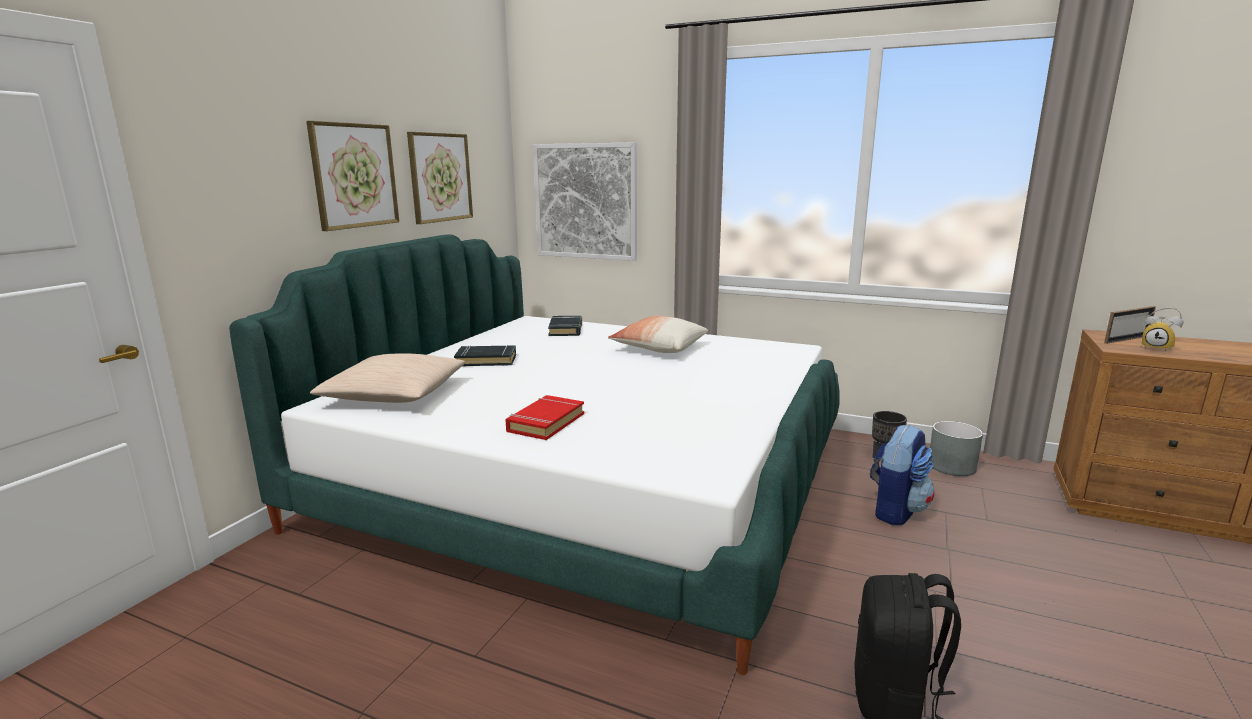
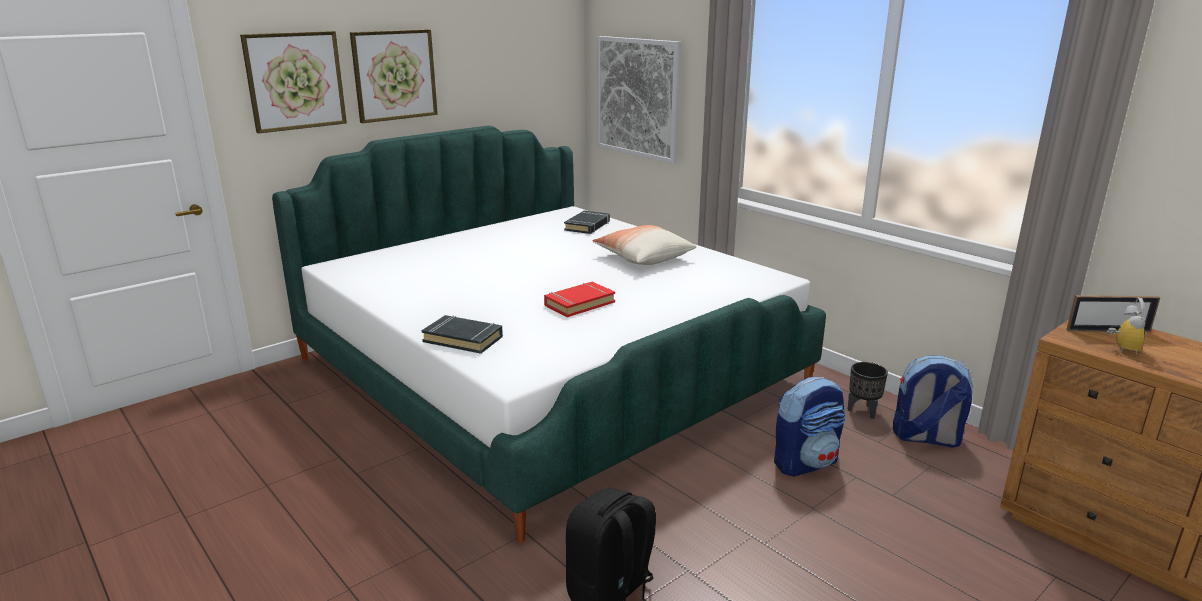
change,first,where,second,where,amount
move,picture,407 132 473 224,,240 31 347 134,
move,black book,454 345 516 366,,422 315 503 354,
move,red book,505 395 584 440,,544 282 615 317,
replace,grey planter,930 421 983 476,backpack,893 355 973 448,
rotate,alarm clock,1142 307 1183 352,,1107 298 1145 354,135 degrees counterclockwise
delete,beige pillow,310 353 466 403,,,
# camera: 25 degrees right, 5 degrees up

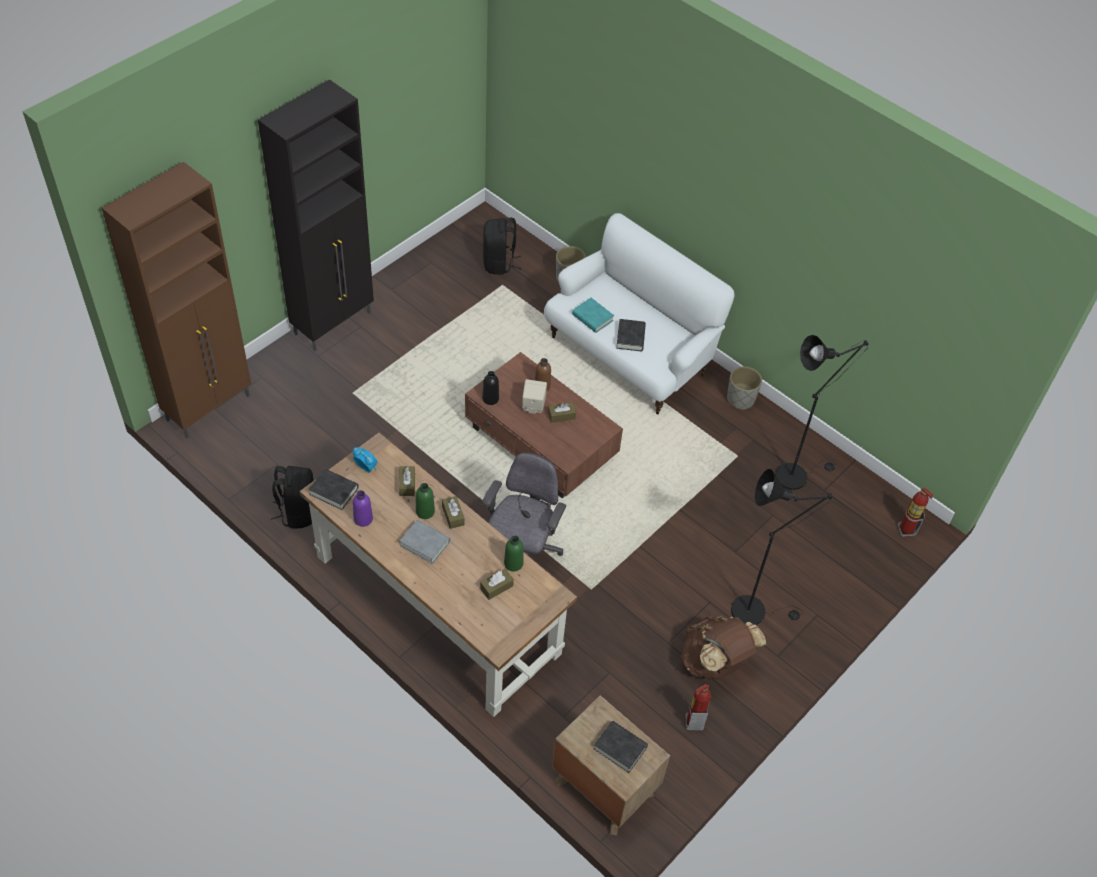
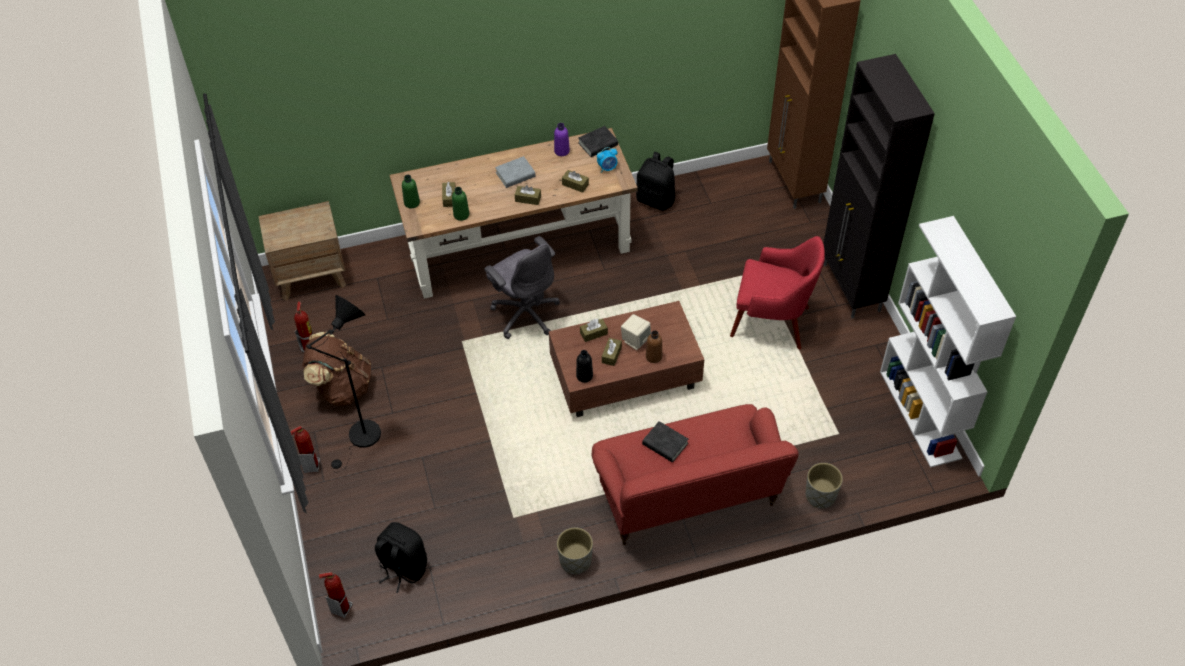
change,first,where,second,where,amount
insert,,,fire extinguisher,290 426 320 473,
move,black backpack,483 218 521 275,,375 522 427 593,
move,green bottle,416 483 435 519,,402 175 420 208,
move,black bottle,482 371 499 405,,576 350 593 383,
insert,,,brown tissue box,580 319 608 342,
recolor,white sofa,544 213 735 414,red sofa,592 404 799 545,
insert,,,red armchair,730 236 825 350,
insert,,,white bookcase,880 216 1016 468,
delete,turquoise book,572 298 614 333,,,
delete,black book,594 721 648 773,,,
delete,black floor lamp,775 335 868 490,,,
# camera: 125 degrees right, 0 degrees up

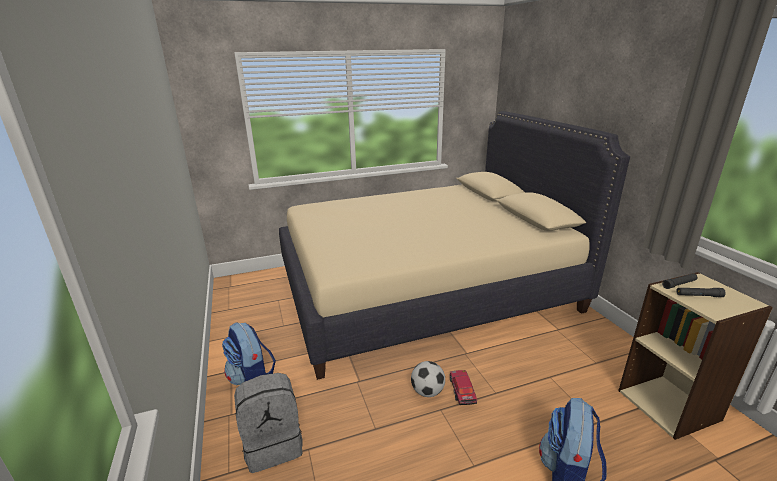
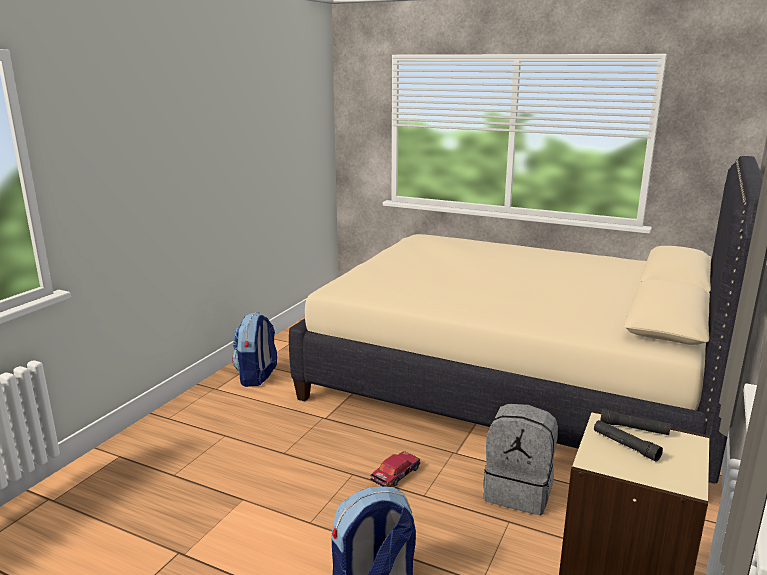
change,first,where,second,where,amount
move,grey backpack,234 373 303 473,,483 404 558 515,
delete,football,411 361 445 397,,,
# camera: 45 degrees right, 5 degrees down

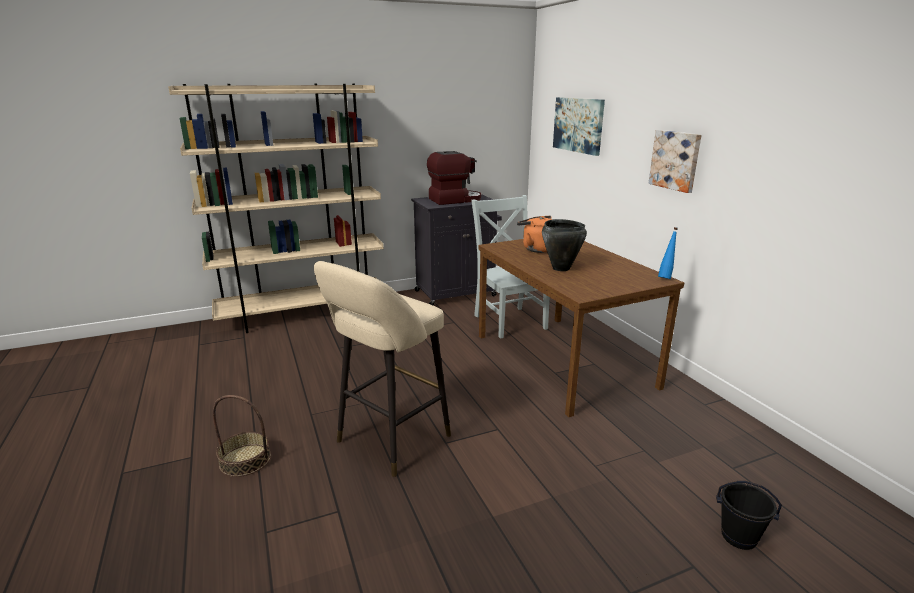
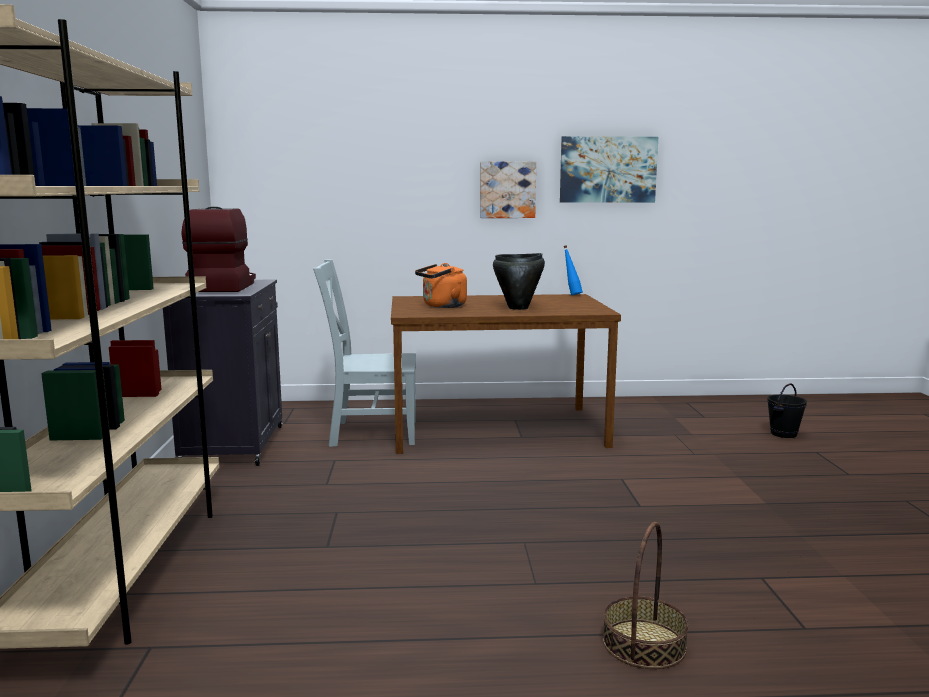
change,first,where,second,where,amount
move,picture,553 97 605 156,,560 136 658 202,
delete,beige stool,314 261 451 477,,,
# camera: 70 degrees left, 10 degrees down

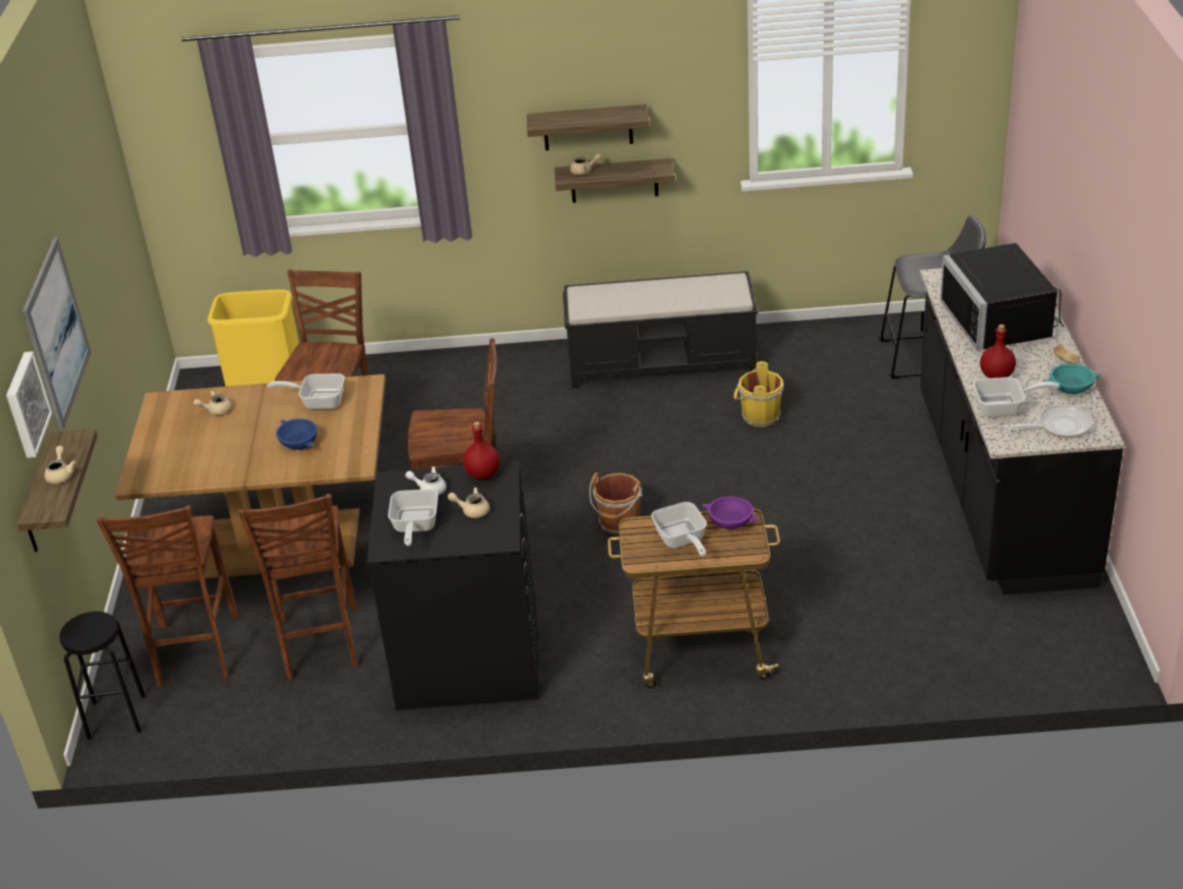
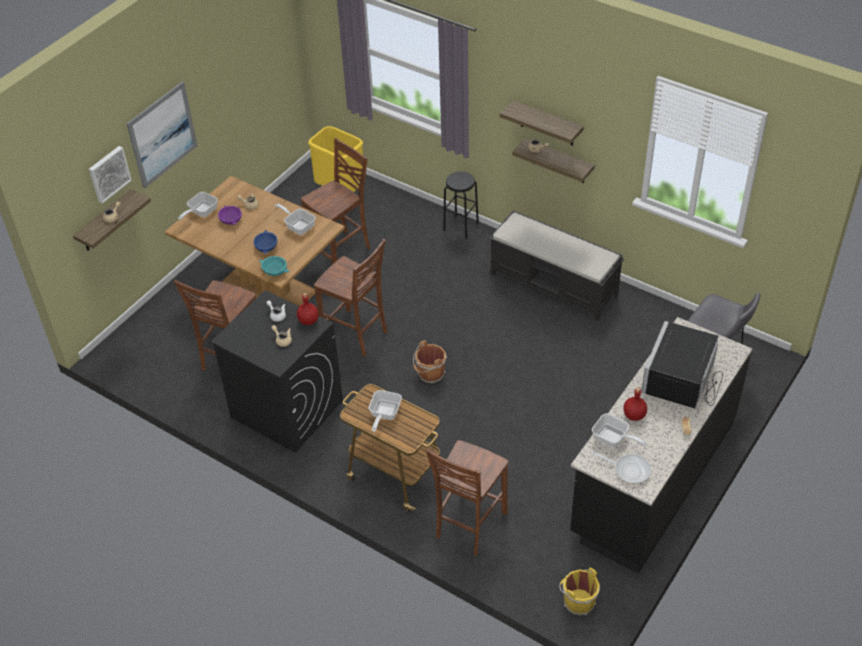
change,first,where,second,where,amount
move,frying pan,388 489 438 546,,178 192 218 220,
move,purple bowl,702 496 760 529,,218 205 242 225,
move,turquoise bowl,1043 364 1101 394,,259 256 289 276,
move,brown chair,97 505 238 687,,425 440 509 556,
move,black stool,59 611 146 740,,443 171 479 239,
move,yellow bucket,734 361 784 427,,560 568 600 616,
# camera: 35 degrees right, 10 degrees up

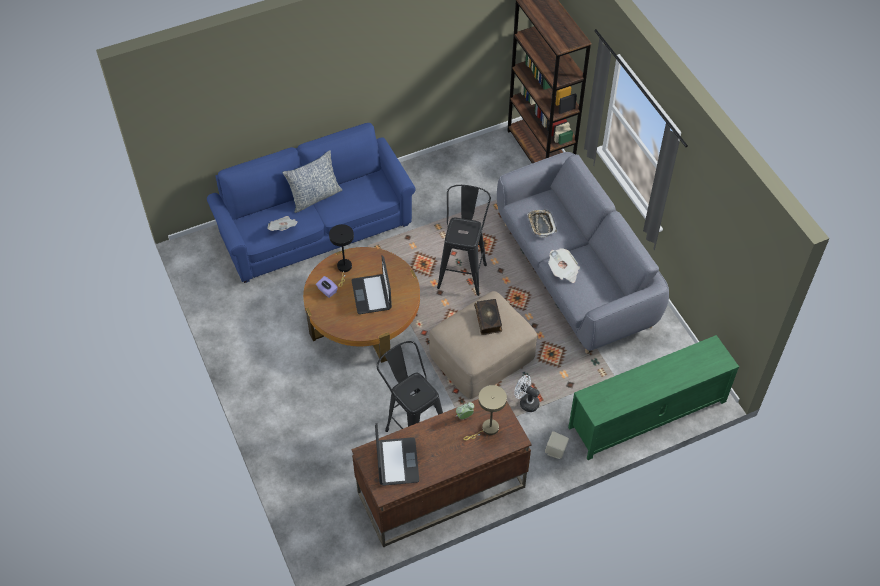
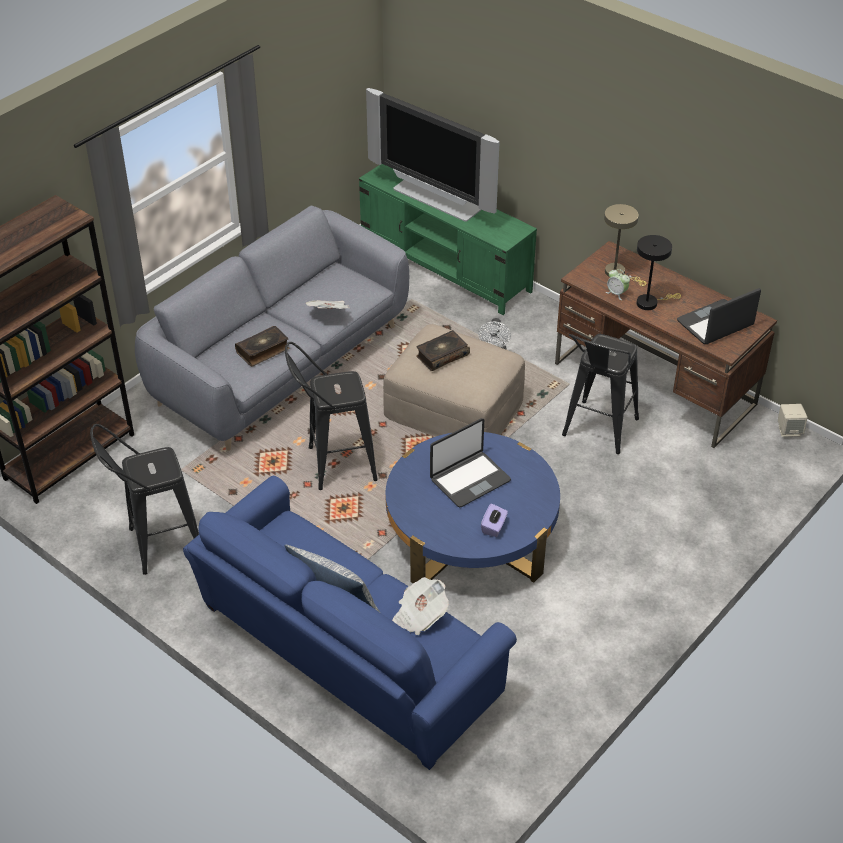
change,first,where,second,where,amount
insert,,,black stool,90 424 199 575,
replace,tray,527 210 557 238,book,235 326 289 367,
insert,,,television,366 88 500 222,
recolor,brown coffee table,303 247 420 363,blue coffee table,385 432 560 583,
move,black table lamp,329 224 354 287,,637 235 681 310,
move,beige speaker,545 431 569 459,,778 404 808 437,
# camera: 115 degrees left, 10 degrees down

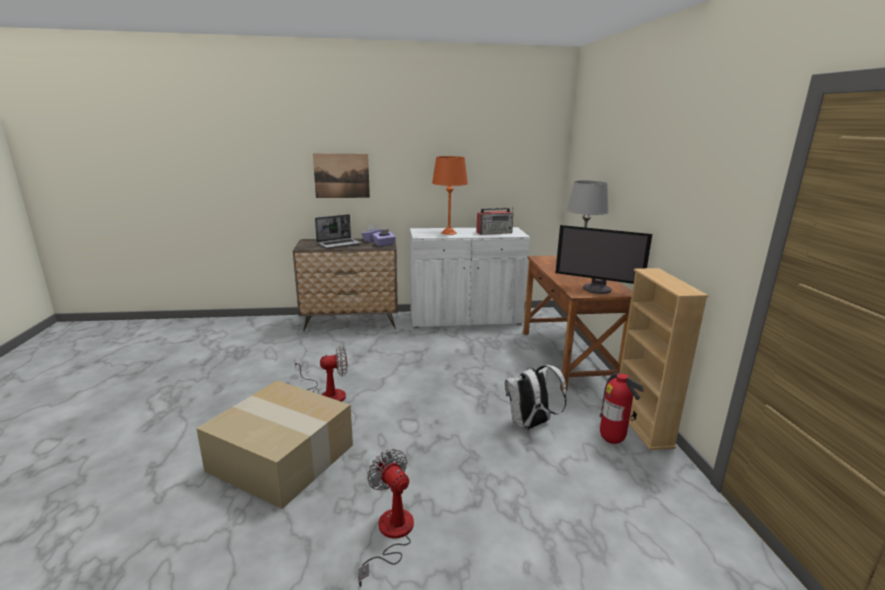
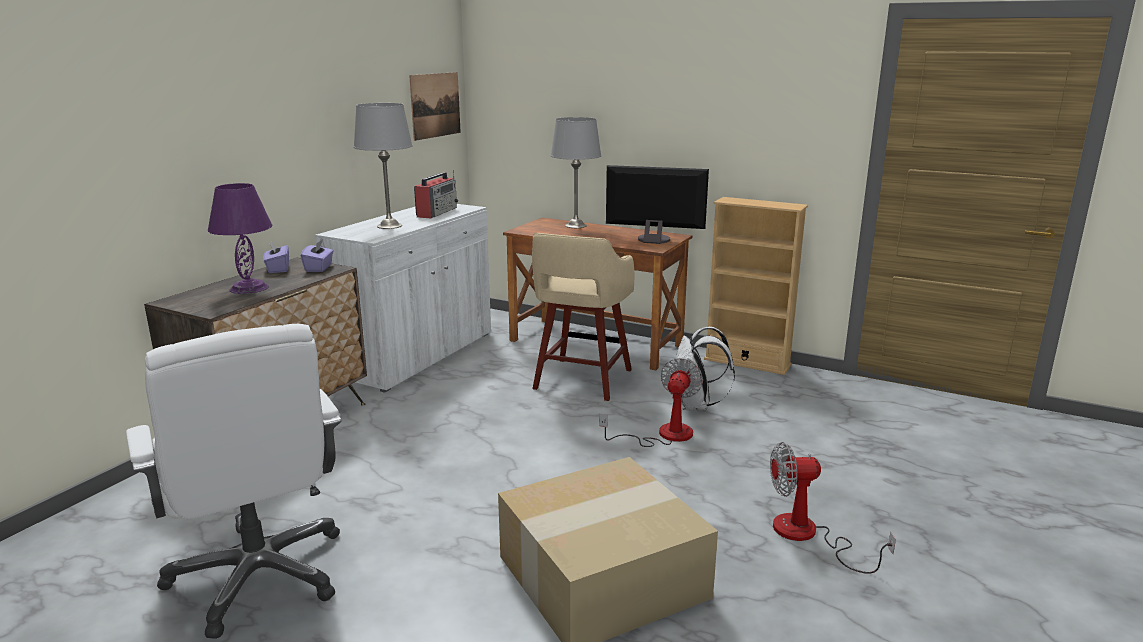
change,first,where,second,where,amount
insert,,,white office chair,126 324 342 639,
replace,laptop,315 214 361 249,purple table lamp,208 183 272 294,
recolor,orange table lamp,432 156 468 235,grey table lamp,353 103 413 229,
move,picture,313 153 370 198,,409 72 461 141,
insert,,,beige stool,532 233 634 401,
move,fan,294 346 347 402,,599 358 703 447,
rotate,monitor,555 225 652 294,,606 165 709 244,135 degrees counterclockwise
delete,fire extinguisher,600 372 644 444,,,
# camera: 55 degrees left, 0 degrees up

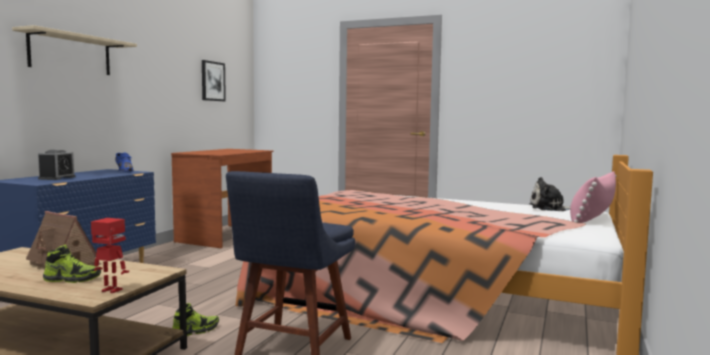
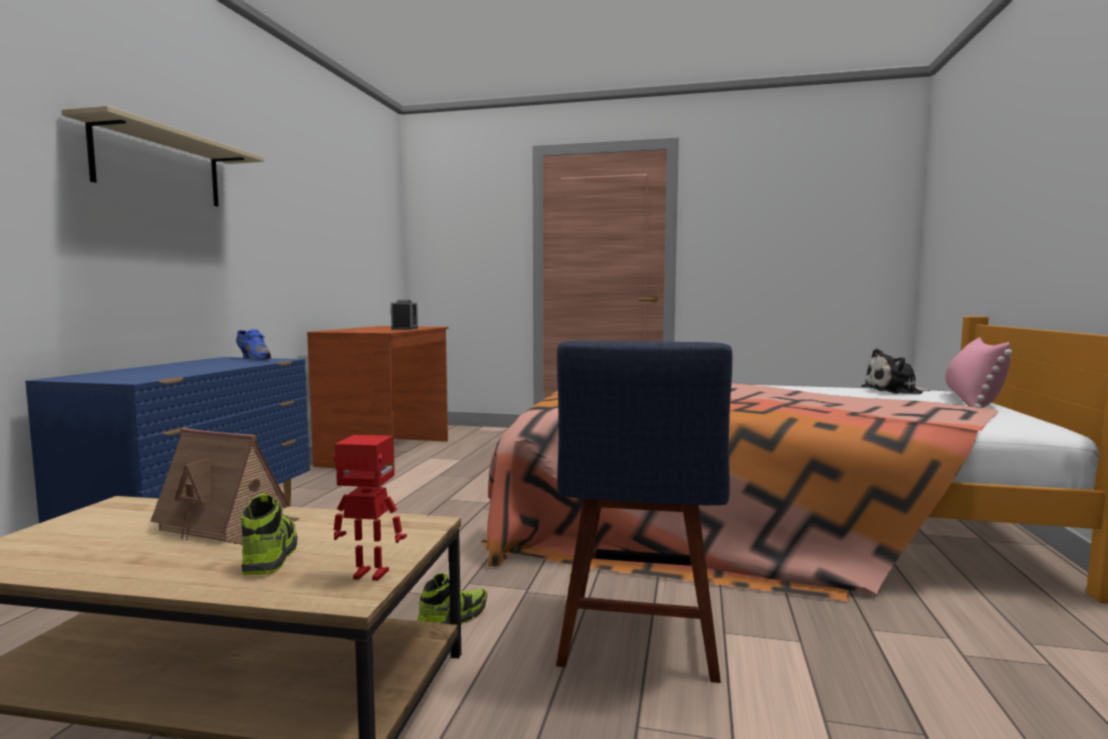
change,first,where,second,where,amount
rotate,shoe,43 245 101 283,,241 494 298 576,90 degrees counterclockwise
move,alarm clock,38 150 75 180,,391 300 418 330,
delete,picture,202 60 226 101,,,
# camera: 10 degrees left, 0 degrees up

